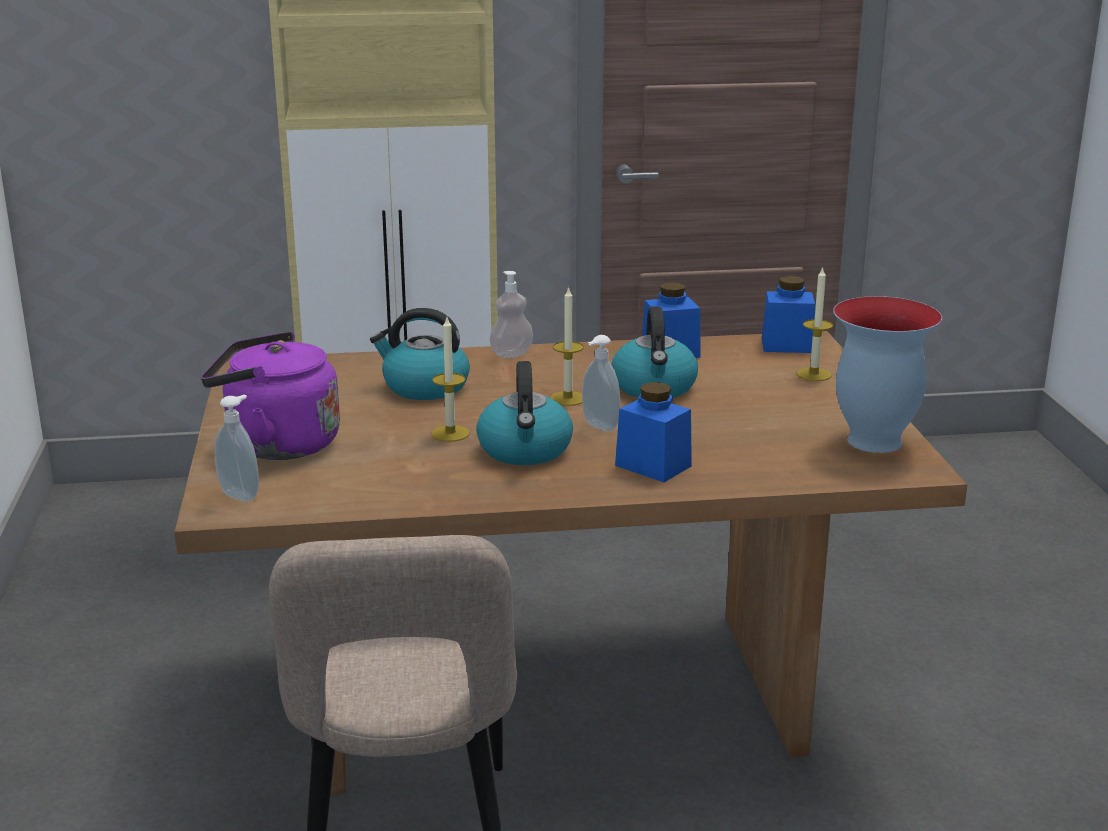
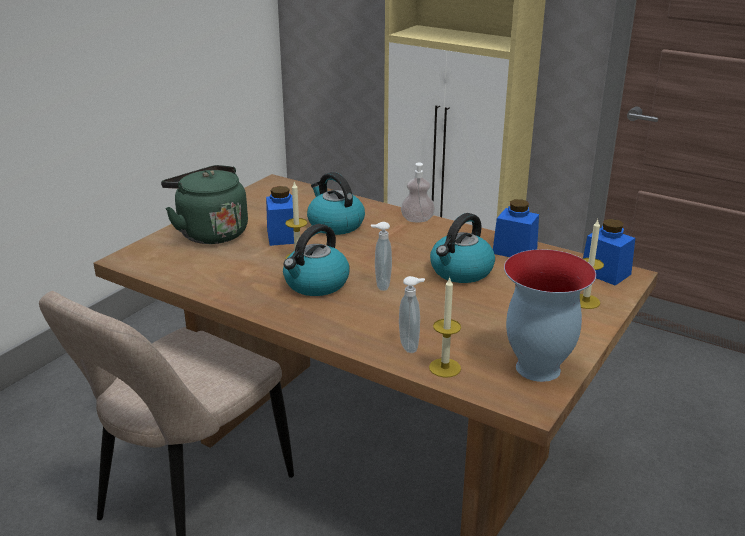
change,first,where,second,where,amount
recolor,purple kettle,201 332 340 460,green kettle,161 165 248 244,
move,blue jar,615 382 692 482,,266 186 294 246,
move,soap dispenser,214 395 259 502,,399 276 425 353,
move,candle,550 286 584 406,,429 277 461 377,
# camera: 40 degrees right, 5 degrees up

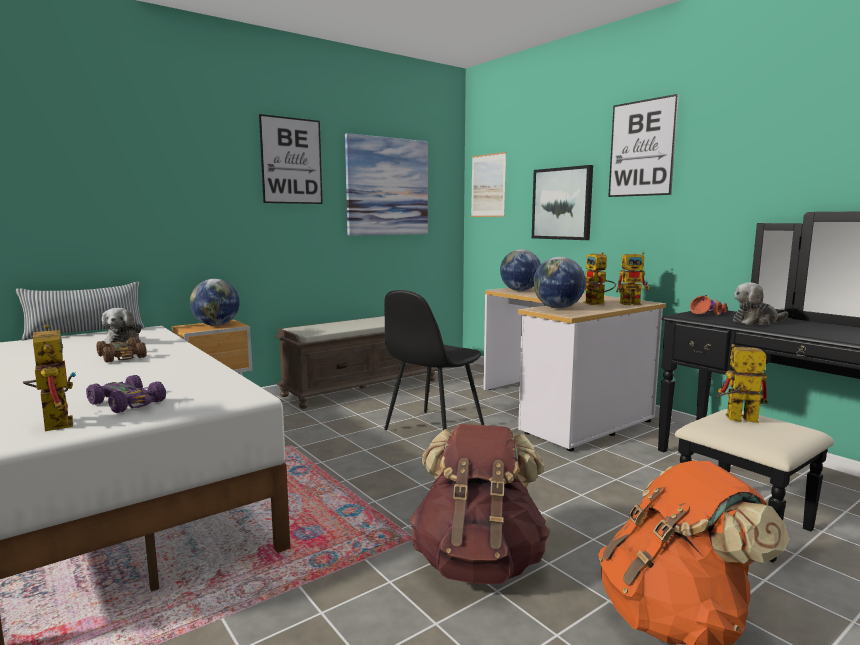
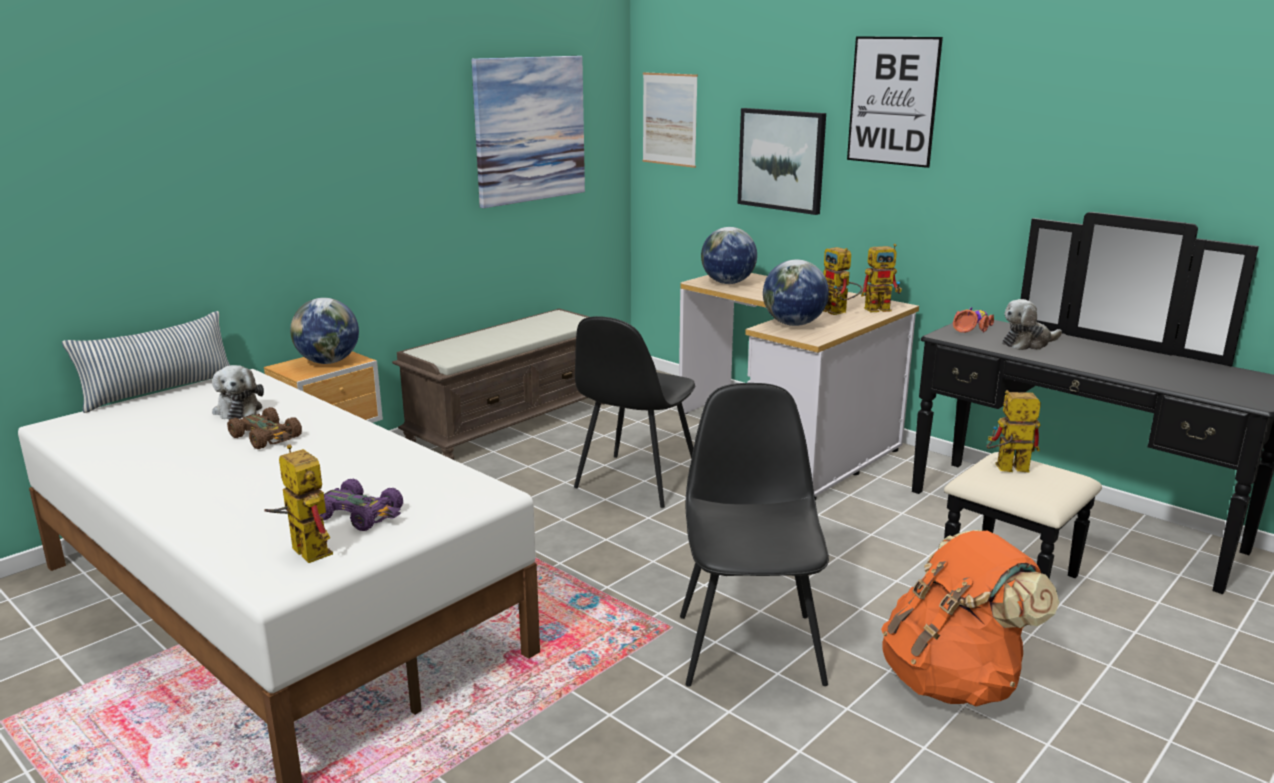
change,first,where,second,where,amount
replace,brown backpack,410 424 550 584,black chair,680 383 829 687,
delete,picture,259 114 323 204,,,
# camera: 10 degrees left, 10 degrees up

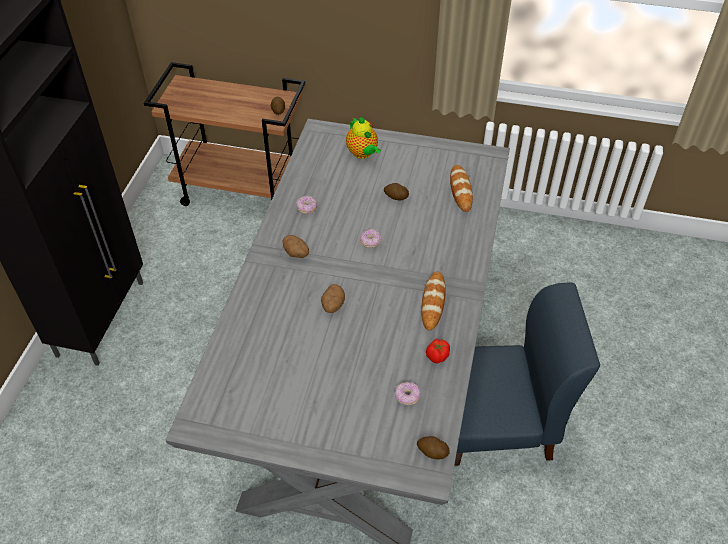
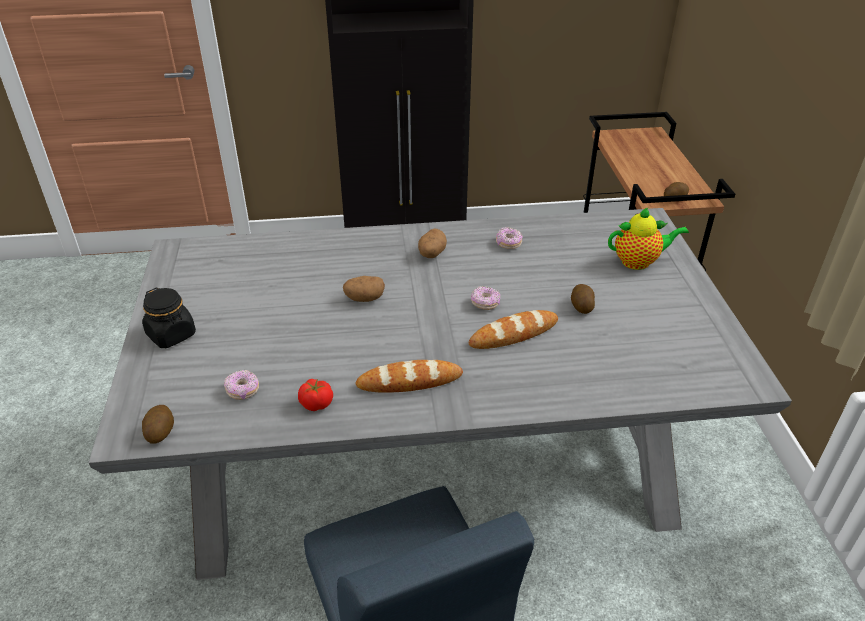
change,first,where,second,where,amount
insert,,,black jar,142 287 196 348,
move,bread,450 165 473 212,,469 310 558 349,
rotate,teapot,346 117 381 159,,608 208 689 270,135 degrees counterclockwise
# camera: 70 degrees right, 10 degrees down

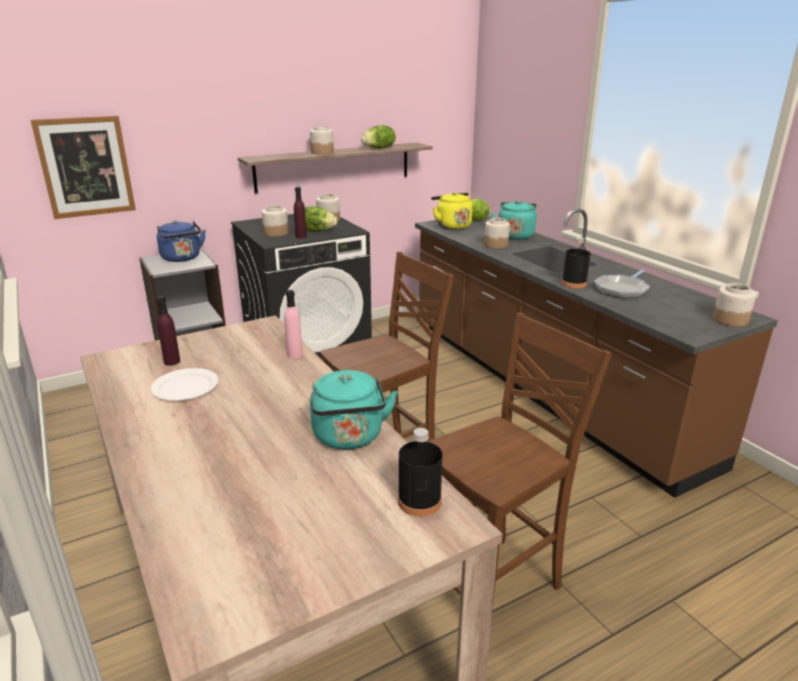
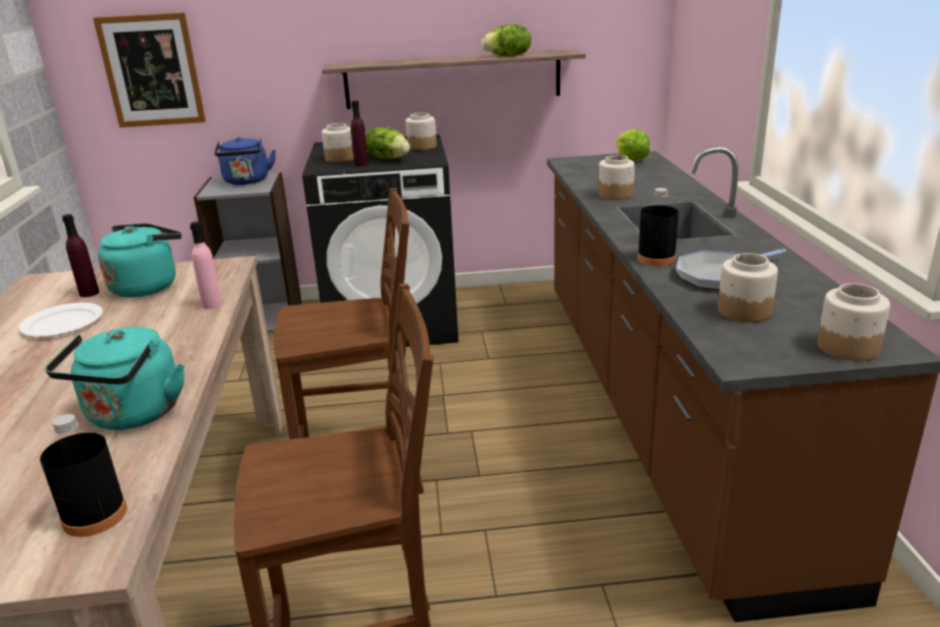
change,first,where,second,where,amount
move,turquoise kettle,490 200 537 240,,98 223 182 297,
move,jar,310 126 334 155,,718 253 778 323,
delete,yellow kettle,431 192 473 230,,,
# camera: 25 degrees right, 0 degrees up

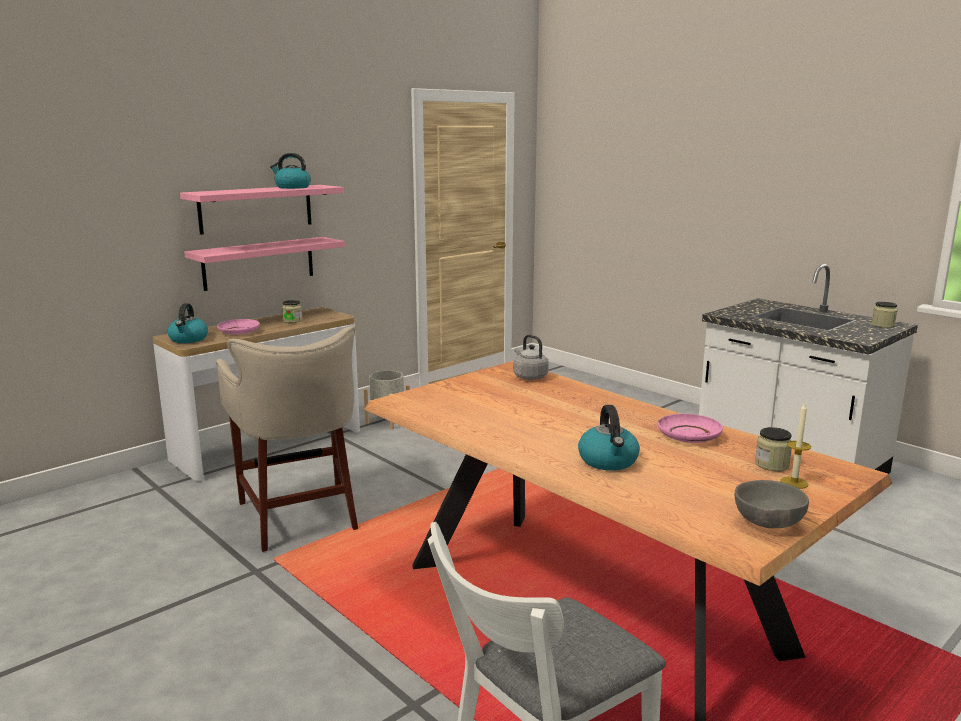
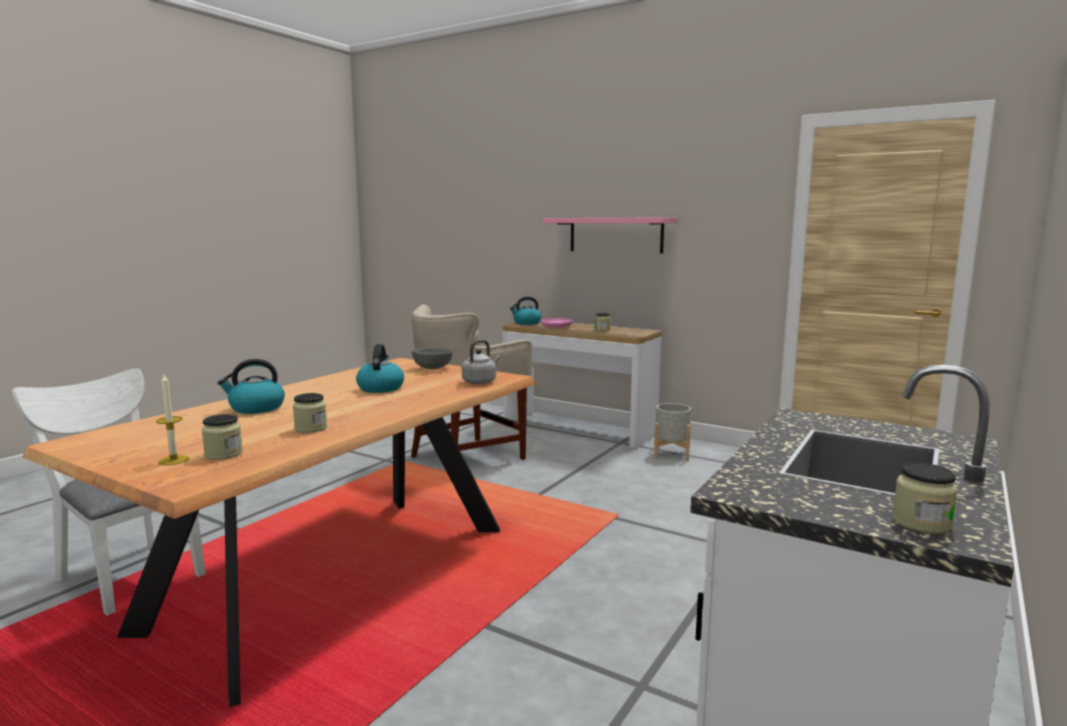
change,first,where,second,where,amount
replace,pink plate,658 414 723 443,jar,293 393 327 433,
move,kettle,270 153 311 189,,356 344 404 393,
move,grey bowl,735 480 809 528,,412 347 452 369,
delete,pink shelf,184 237 345 291,,,
# camera: 75 degrees right, 5 degrees down

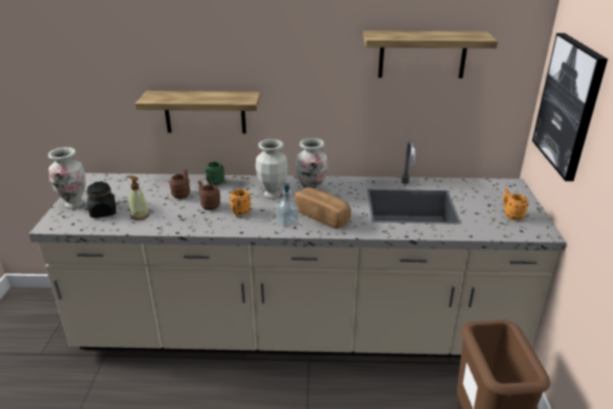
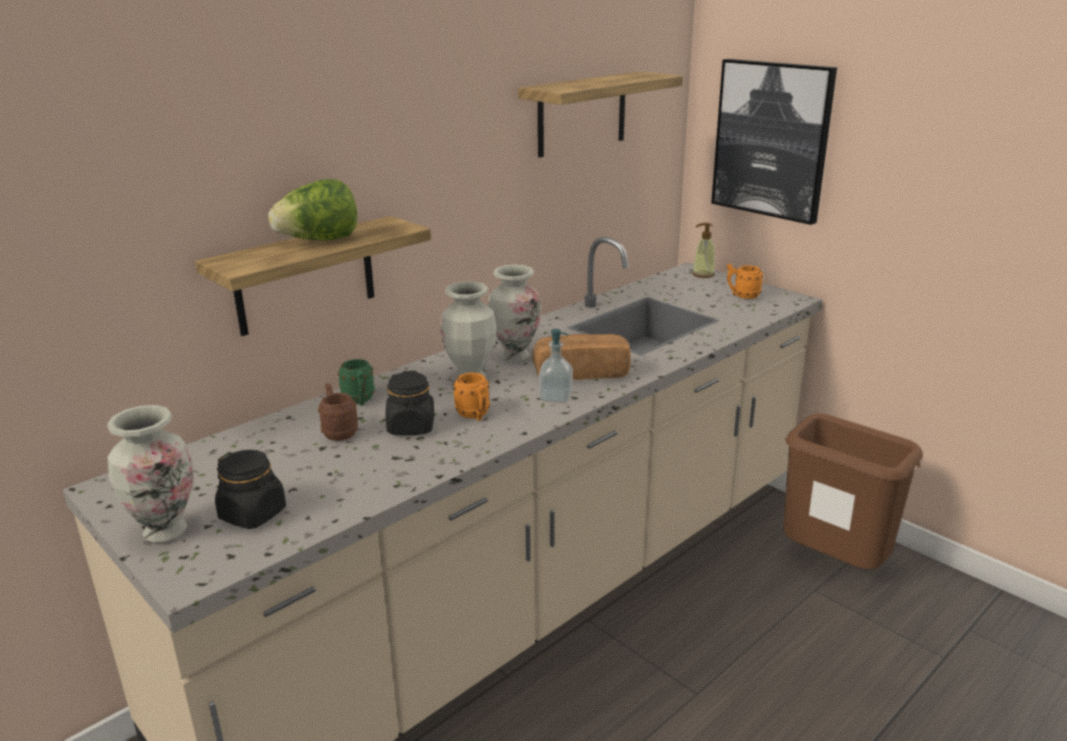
change,first,where,second,where,amount
insert,,,lettuce,268 179 357 241,
replace,brown mug,198 180 221 210,black jar,386 371 434 435,
move,soap dispenser,126 175 150 220,,692 223 715 278,
# camera: 45 degrees left, 5 degrees down

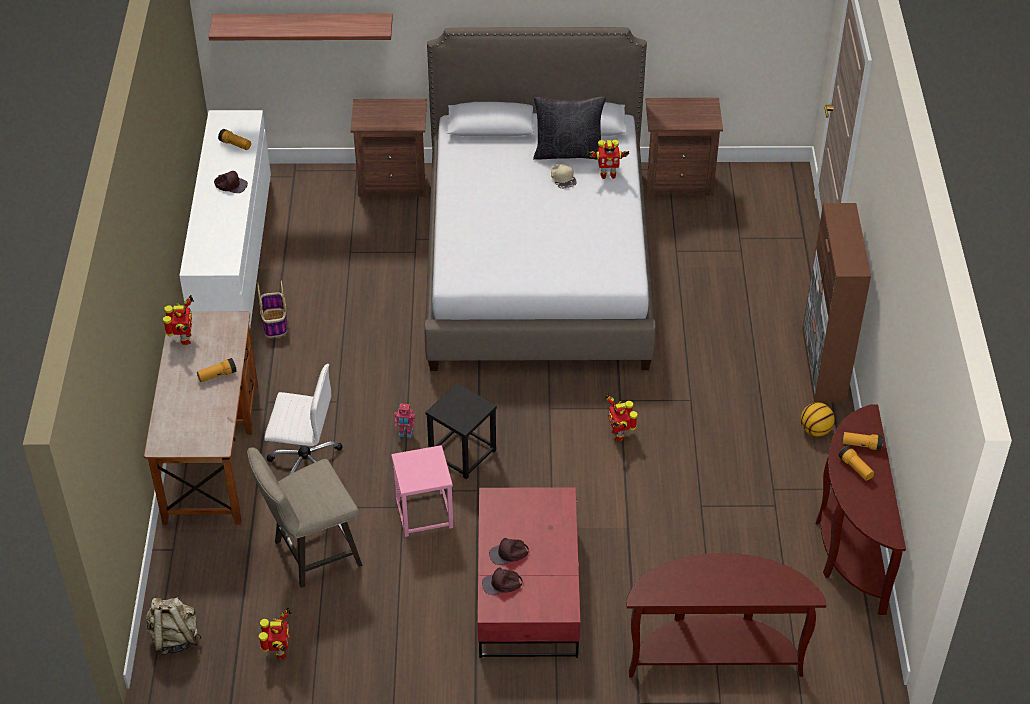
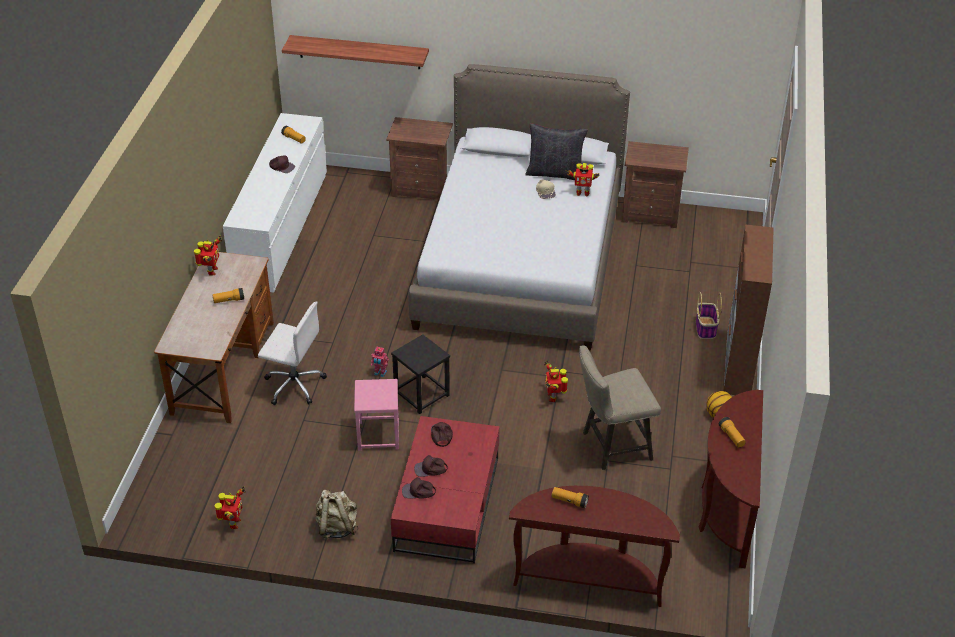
change,first,where,second,where,amount
move,beige backpack,146 596 201 655,,315 490 359 538,
insert,,,brown cap,431 422 453 447,
move,flashlight,842 432 883 451,,552 487 589 508,
move,beige stool,247 447 362 588,,579 345 661 470,
move,basket,257 281 287 337,,696 292 722 339,
# camera: 10 degrees right, 5 degrees down

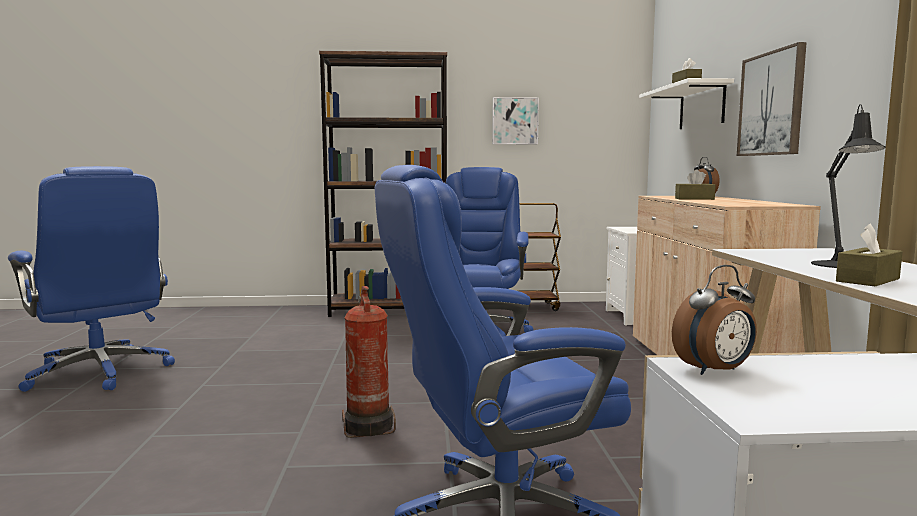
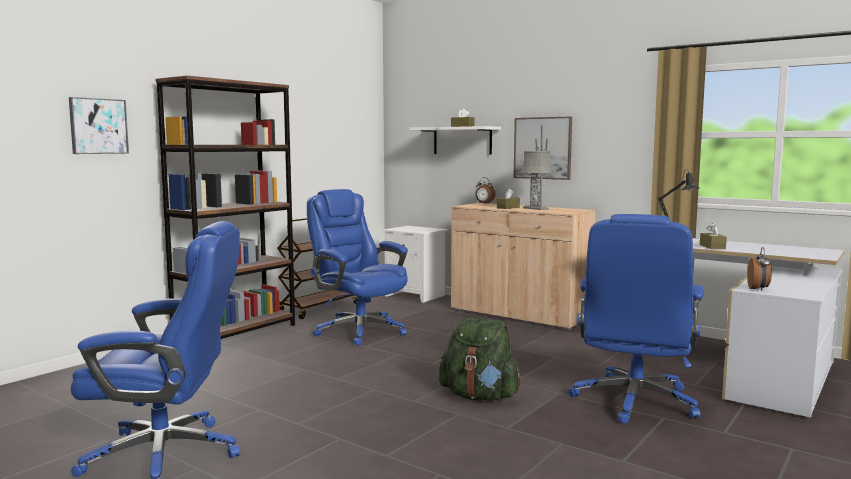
change,first,where,second,where,amount
move,picture,492 97 539 144,,69 97 129 154,
replace,fire extinguisher,342 286 396 438,green backpack,439 317 522 401,
insert,,,grey table lamp,521 147 553 210,
# camera: 50 degrees left, 0 degrees up

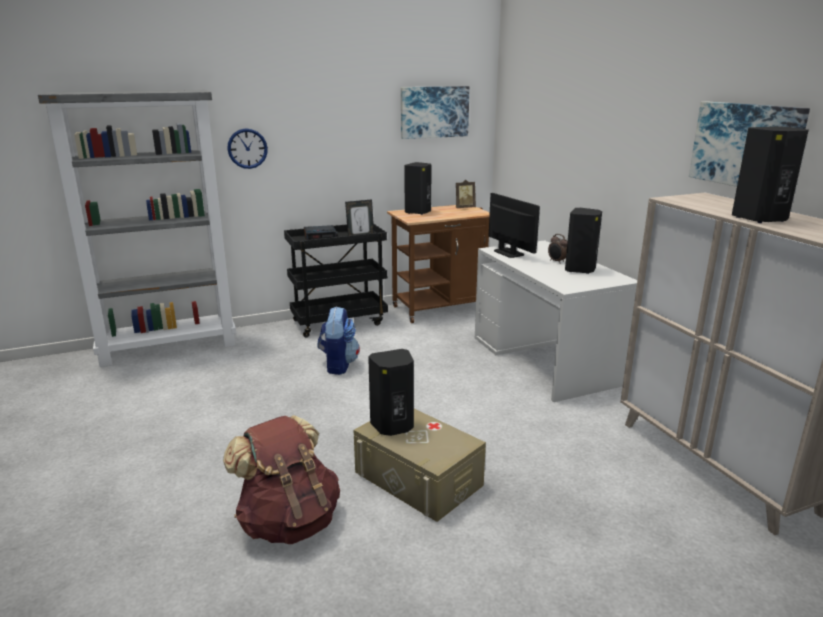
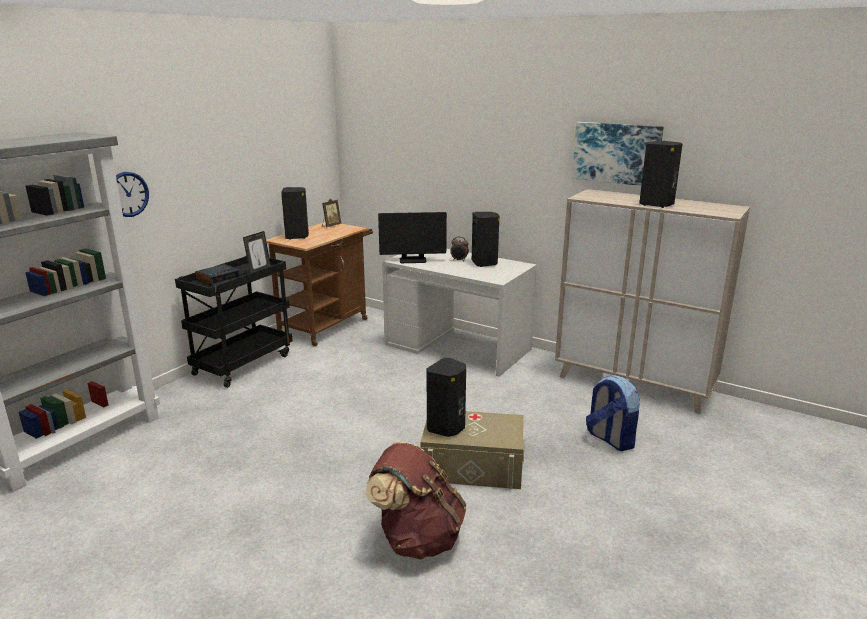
change,first,where,second,where,amount
rotate,monitor,489 193 540 258,,378 212 447 263,150 degrees clockwise
move,backpack,317 306 360 375,,586 375 640 451,
delete,picture,401 86 470 139,,,
# camera: 35 degrees left, 0 degrees up

